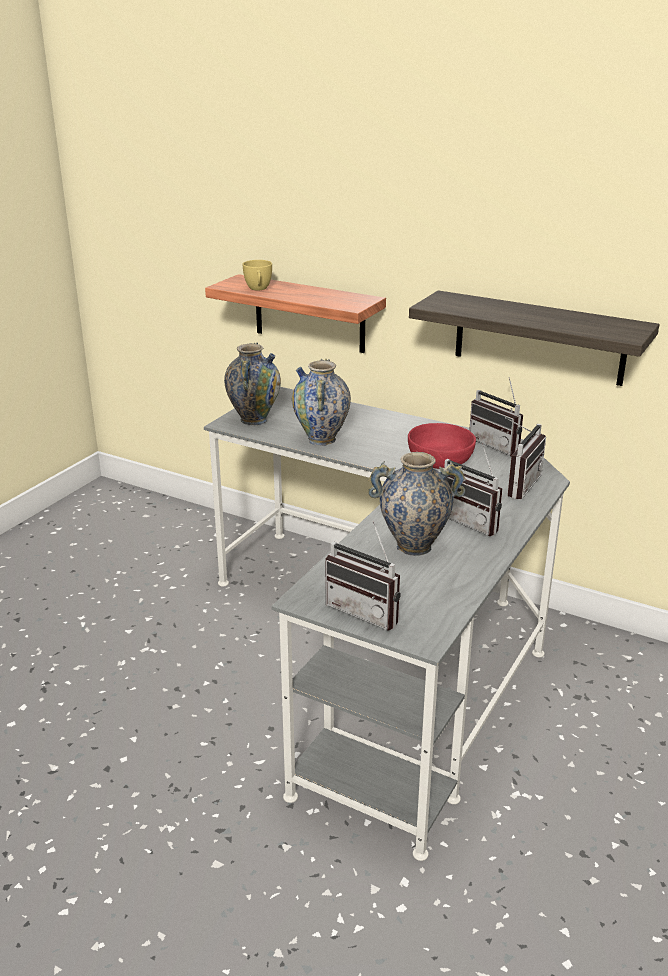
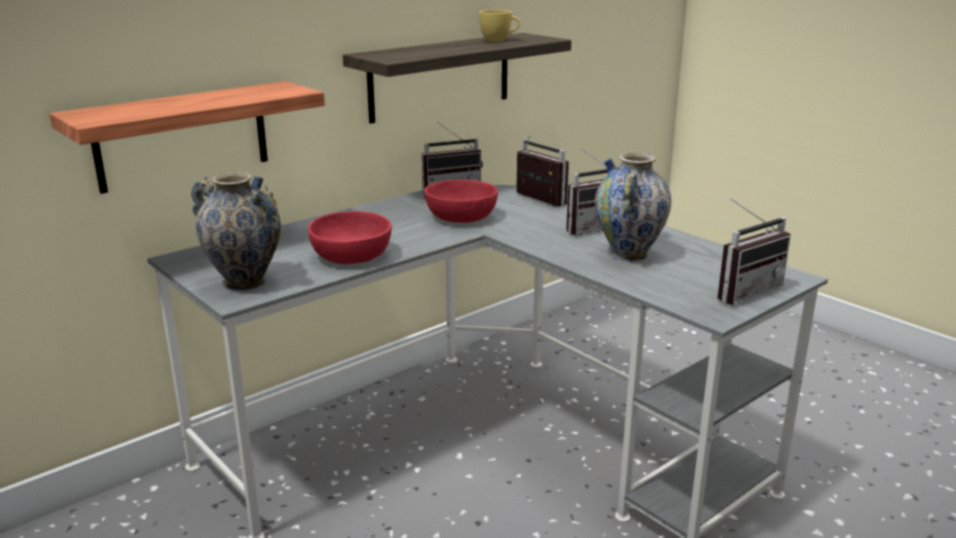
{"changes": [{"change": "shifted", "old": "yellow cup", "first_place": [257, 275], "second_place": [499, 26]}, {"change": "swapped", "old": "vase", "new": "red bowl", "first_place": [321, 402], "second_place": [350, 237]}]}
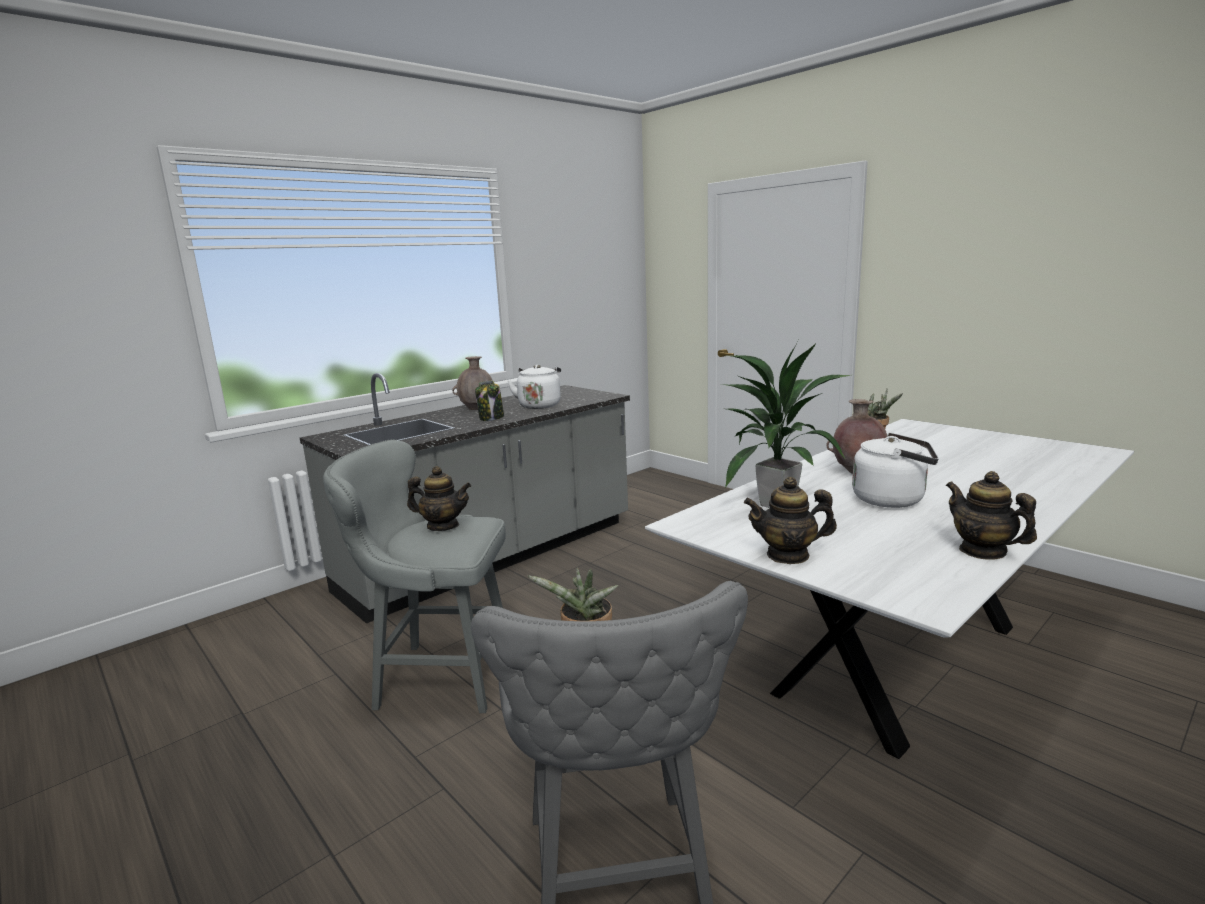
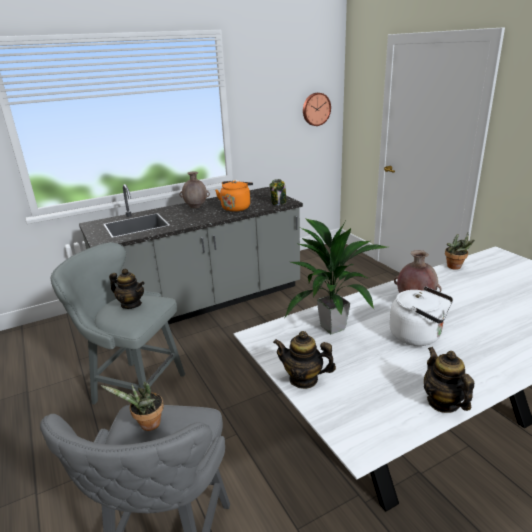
{"changes": [{"change": "repainted", "old": "white kettle", "new": "orange kettle", "first_place": [534, 387], "second_place": [234, 196]}, {"change": "shifted", "old": "jar", "first_place": [489, 401], "second_place": [278, 192]}, {"change": "new", "new": "wall clock", "second_place": [317, 109]}]}
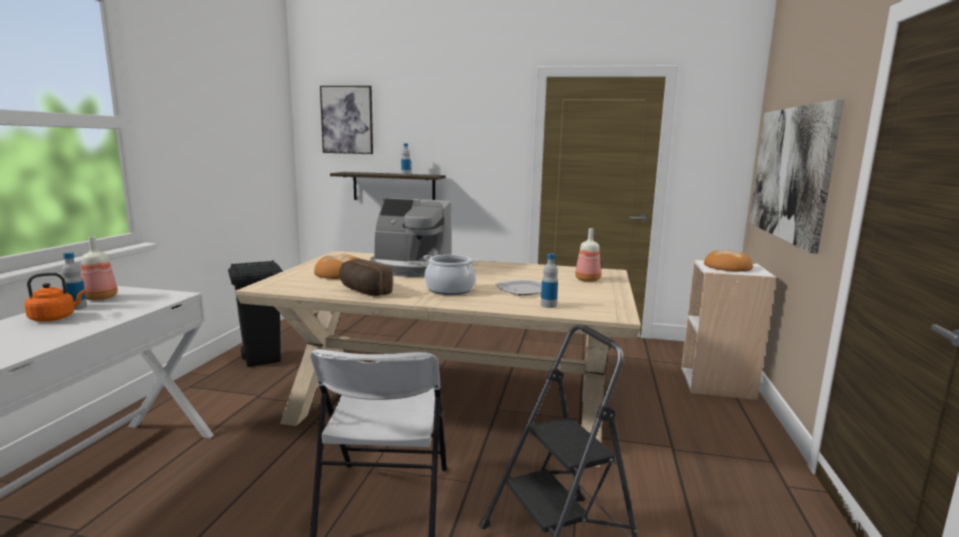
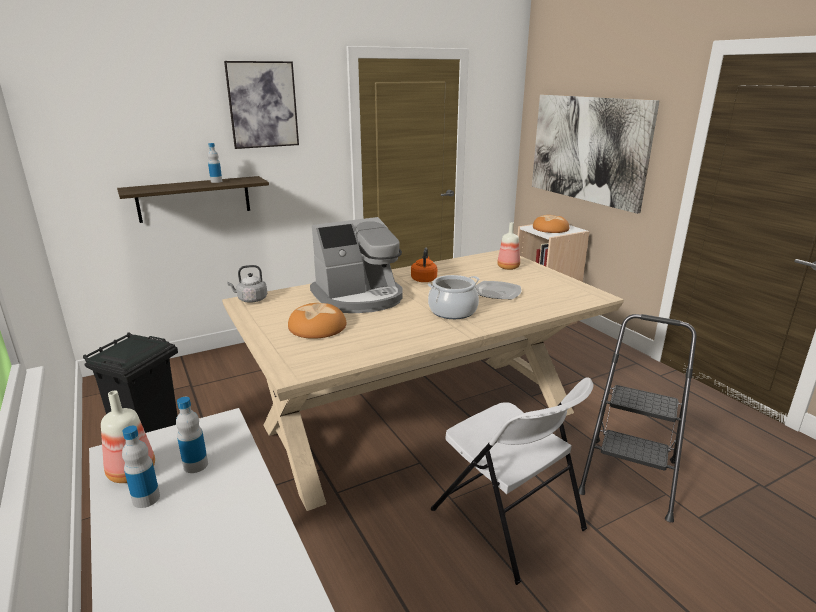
{"changes": [{"change": "shifted", "old": "picture", "first_place": [346, 120], "second_place": [261, 105]}, {"change": "shifted", "old": "bottle", "first_place": [549, 280], "second_place": [192, 435]}, {"change": "gone", "old": "bread", "first_place": [366, 277]}, {"change": "shifted", "old": "orange kettle", "first_place": [55, 297], "second_place": [424, 265]}, {"change": "new", "new": "grey kettle", "second_place": [247, 284]}]}
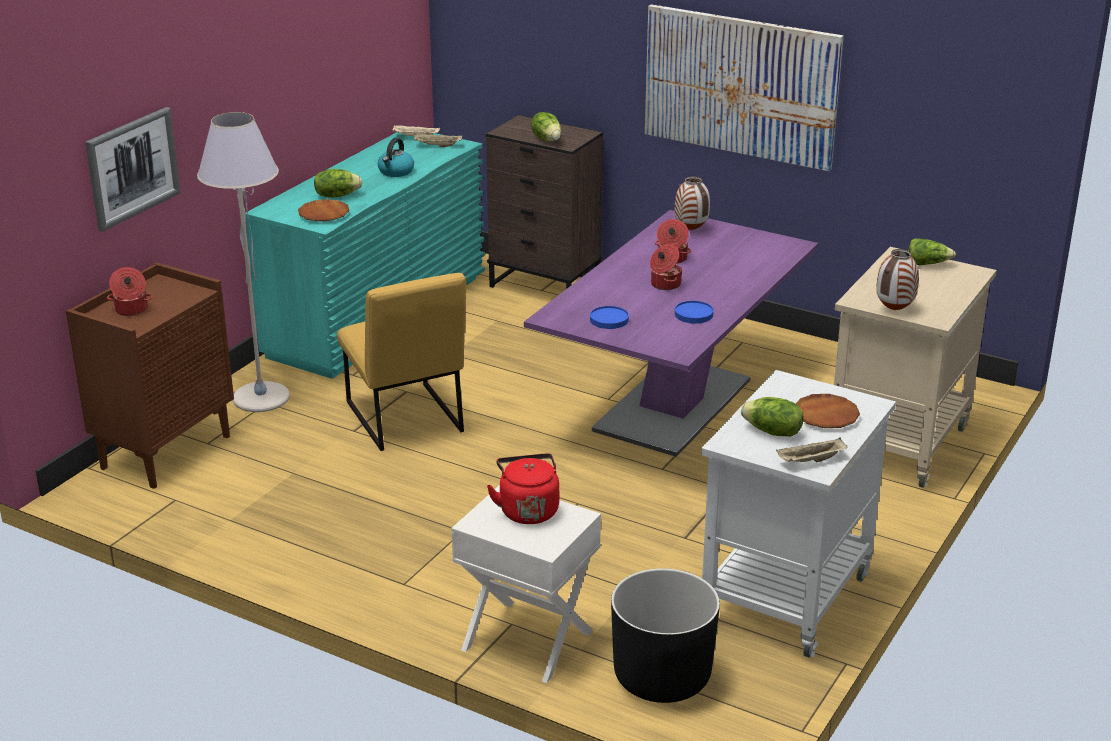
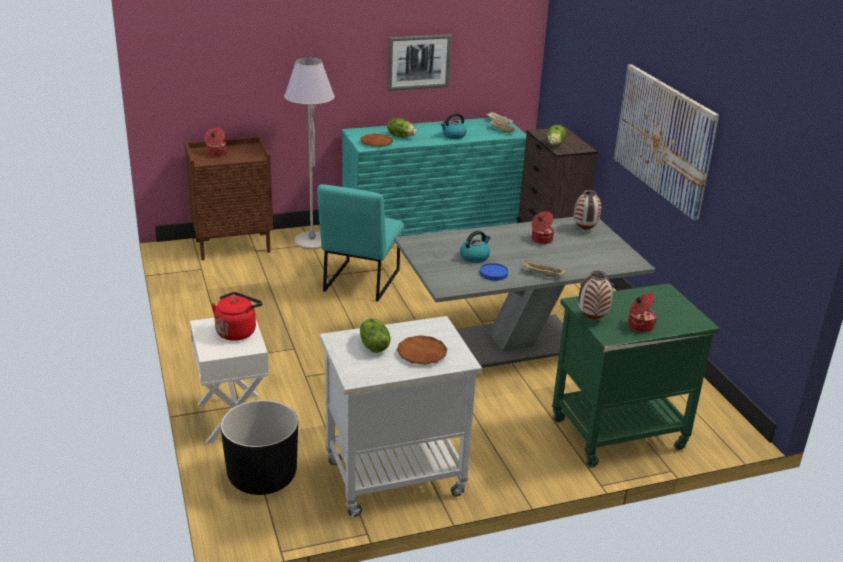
{"changes": [{"change": "shifted", "old": "picture", "first_place": [132, 169], "second_place": [419, 62]}, {"change": "repainted", "old": "purple dining table", "new": "grey dining table", "first_place": [671, 333], "second_place": [524, 292]}, {"change": "gone", "old": "lettuce", "first_place": [932, 251]}, {"change": "shifted", "old": "cooking pot", "first_place": [666, 267], "second_place": [642, 313]}, {"change": "repainted", "old": "beige cart", "new": "green cart", "first_place": [915, 367], "second_place": [636, 375]}, {"change": "repainted", "old": "yellow chair", "new": "turquoise chair", "first_place": [401, 362], "second_place": [360, 243]}, {"change": "gone", "old": "blue plate", "first_place": [609, 317]}, {"change": "shifted", "old": "beige tray", "first_place": [811, 450], "second_place": [545, 268]}, {"change": "new", "new": "kettle", "second_place": [475, 246]}]}
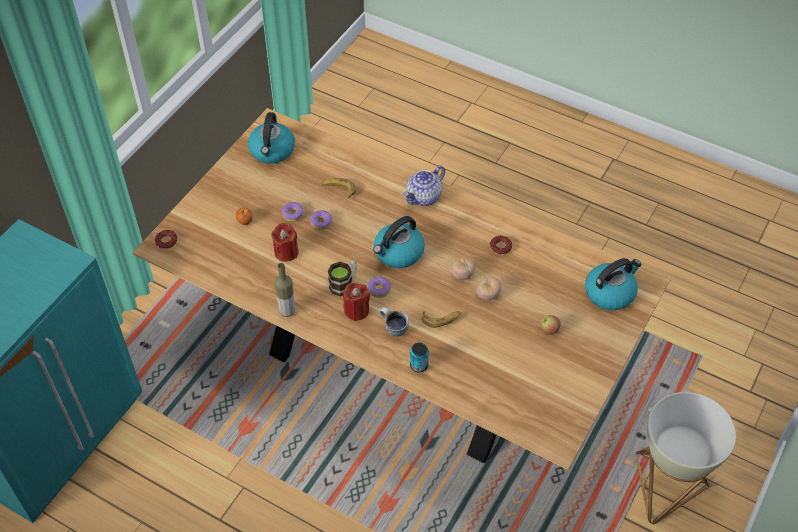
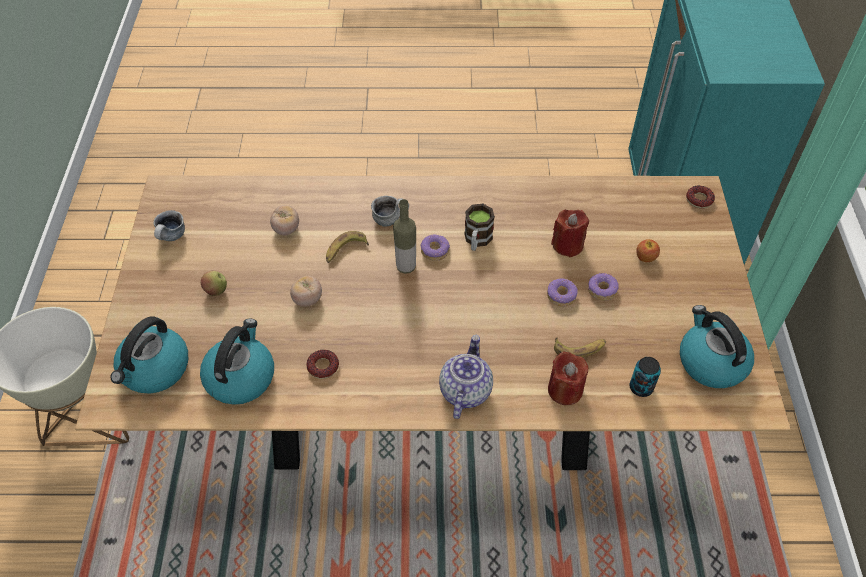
{"changes": [{"change": "shifted", "old": "kettle", "first_place": [399, 242], "second_place": [237, 362]}, {"change": "shifted", "old": "tomato", "first_place": [463, 268], "second_place": [284, 220]}, {"change": "shifted", "old": "bottle", "first_place": [285, 290], "second_place": [404, 236]}, {"change": "shifted", "old": "red candle", "first_place": [356, 302], "second_place": [568, 378]}, {"change": "shifted", "old": "can", "first_place": [419, 357], "second_place": [645, 377]}, {"change": "new", "new": "mug", "second_place": [169, 225]}]}
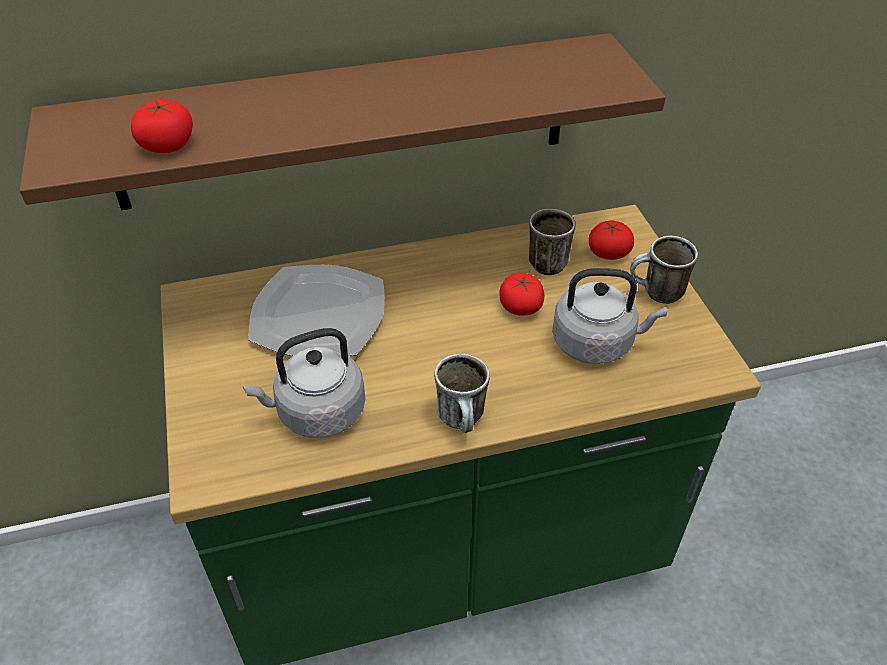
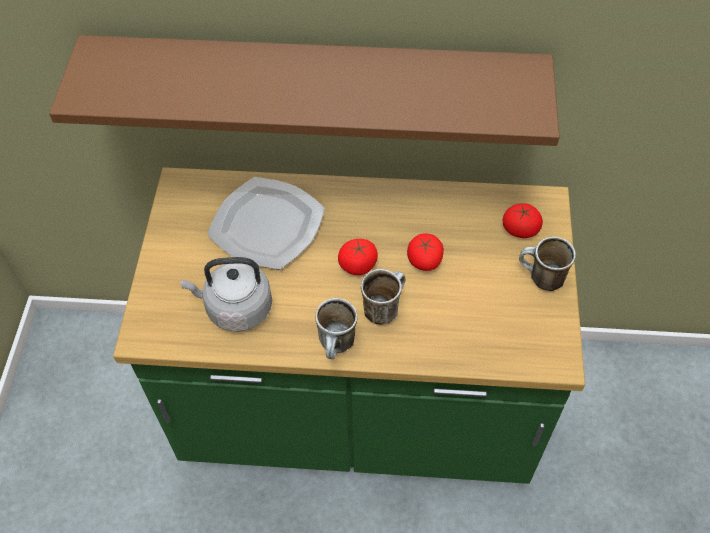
{"changes": [{"change": "shifted", "old": "tomato", "first_place": [162, 126], "second_place": [358, 257]}, {"change": "shifted", "old": "mug", "first_place": [552, 242], "second_place": [383, 297]}, {"change": "gone", "old": "grey kettle", "first_place": [609, 316]}]}
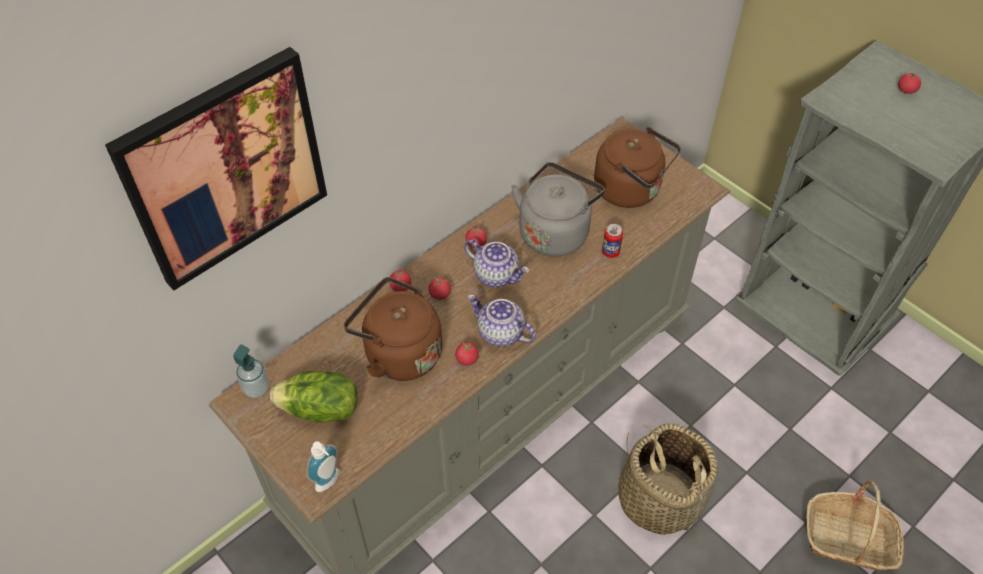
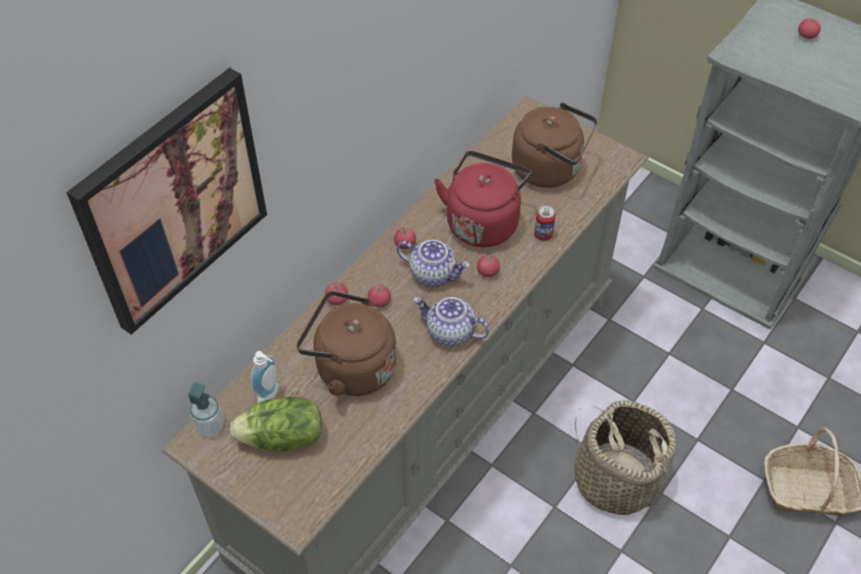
{"changes": [{"change": "repainted", "old": "grey kettle", "new": "red kettle", "first_place": [558, 209], "second_place": [482, 199]}, {"change": "shifted", "old": "tomato", "first_place": [467, 353], "second_place": [488, 265]}, {"change": "shifted", "old": "soap dispenser", "first_place": [323, 466], "second_place": [265, 377]}]}
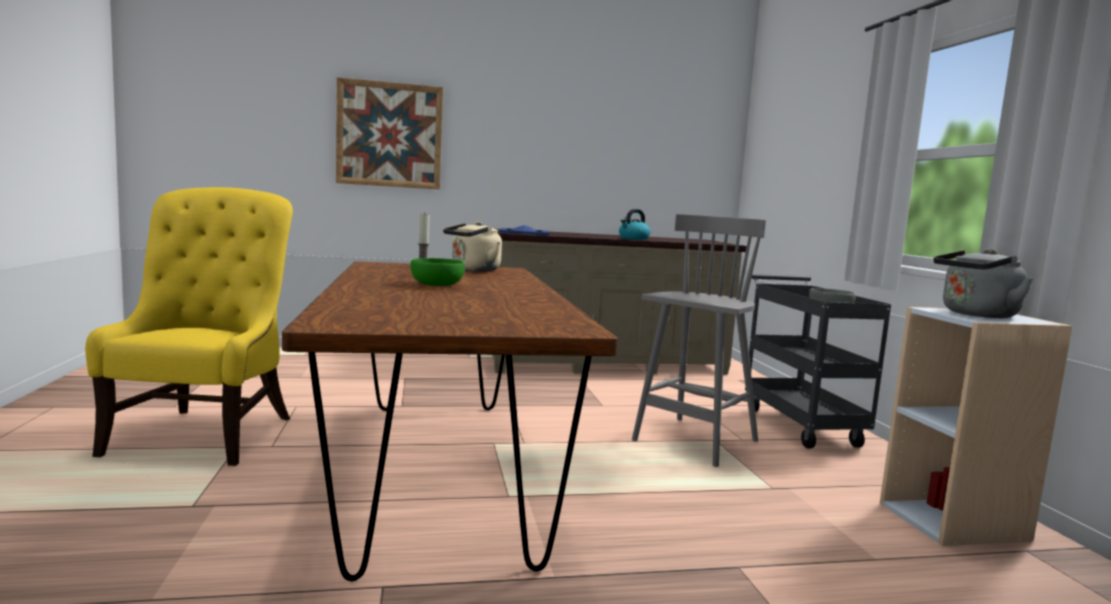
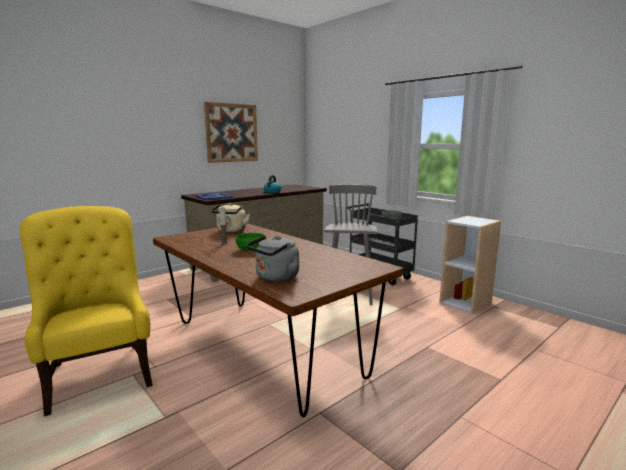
{"changes": [{"change": "shifted", "old": "picture", "first_place": [389, 133], "second_place": [231, 132]}, {"change": "shifted", "old": "grey kettle", "first_place": [983, 283], "second_place": [272, 259]}]}
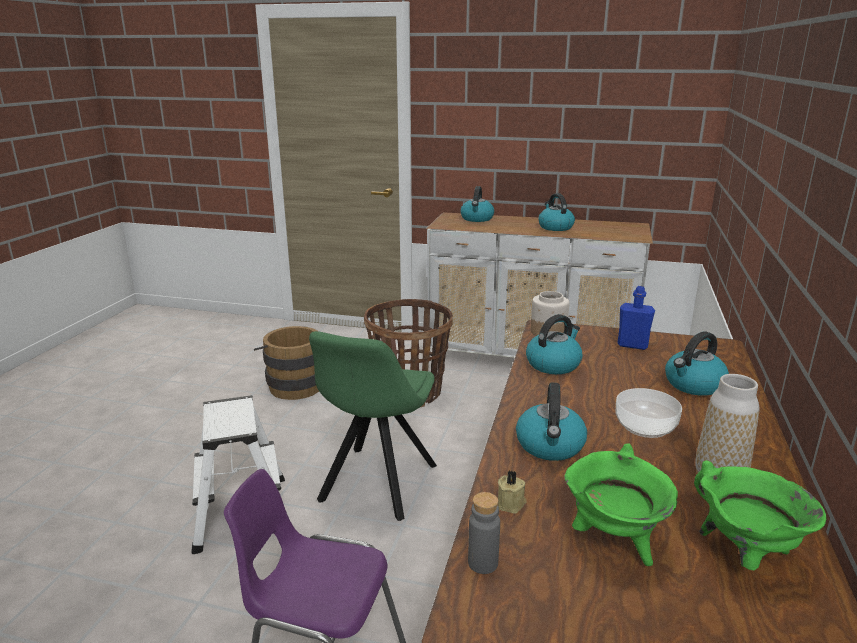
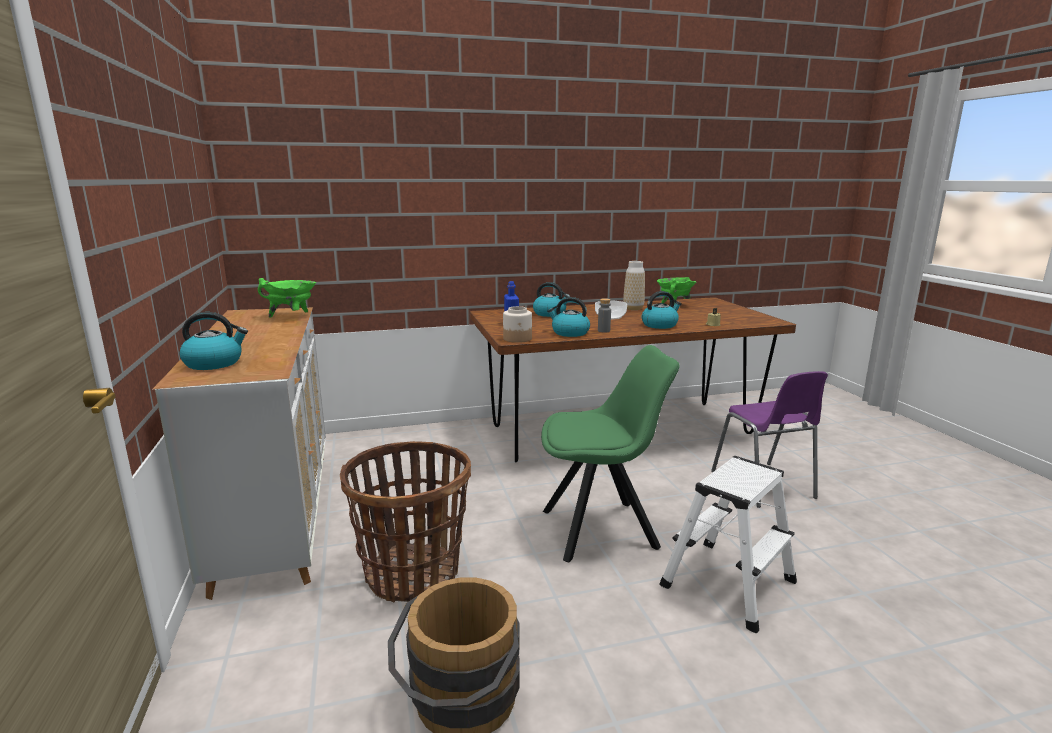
{"changes": [{"change": "gone", "old": "kettle", "first_place": [556, 212]}, {"change": "shifted", "old": "green cooking pot", "first_place": [621, 504], "second_place": [287, 297]}, {"change": "shifted", "old": "grey bottle", "first_place": [484, 533], "second_place": [604, 315]}]}
